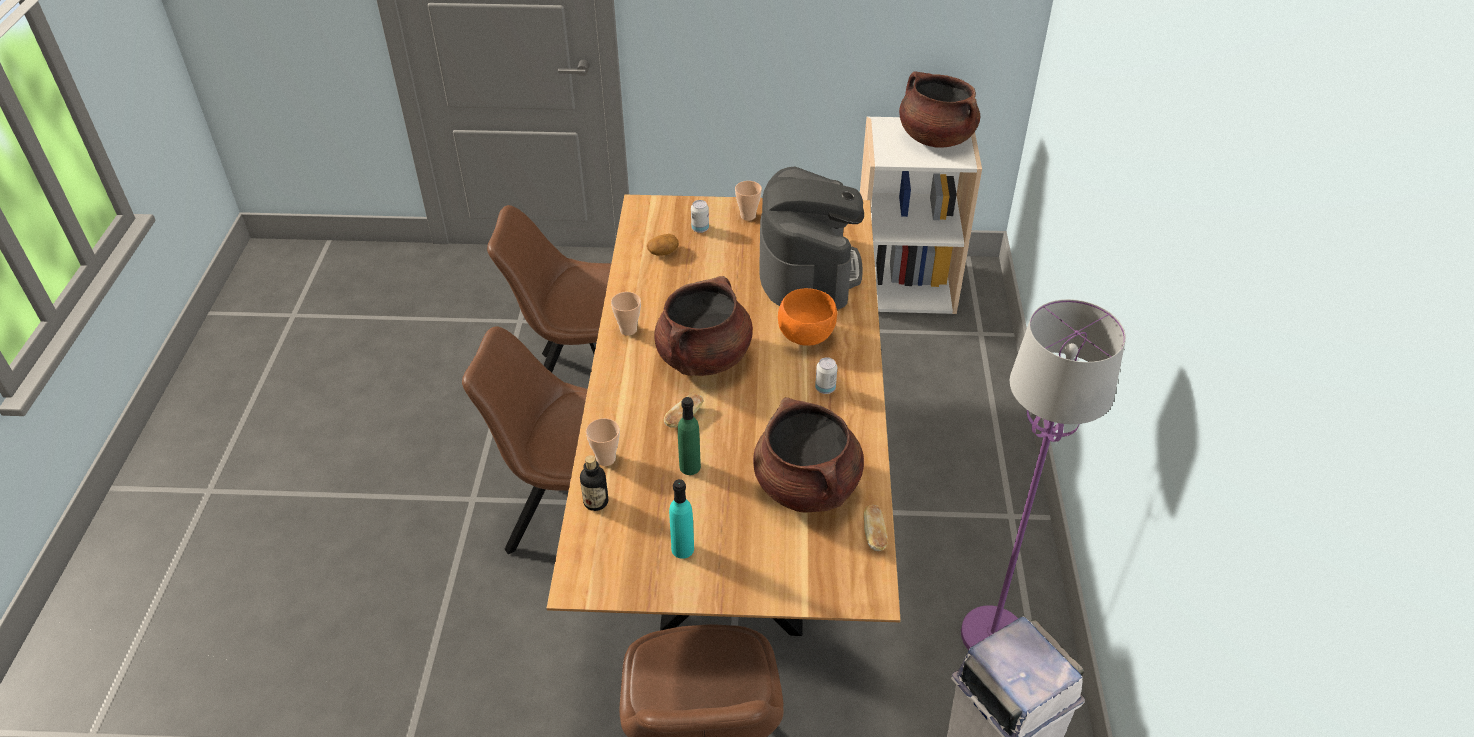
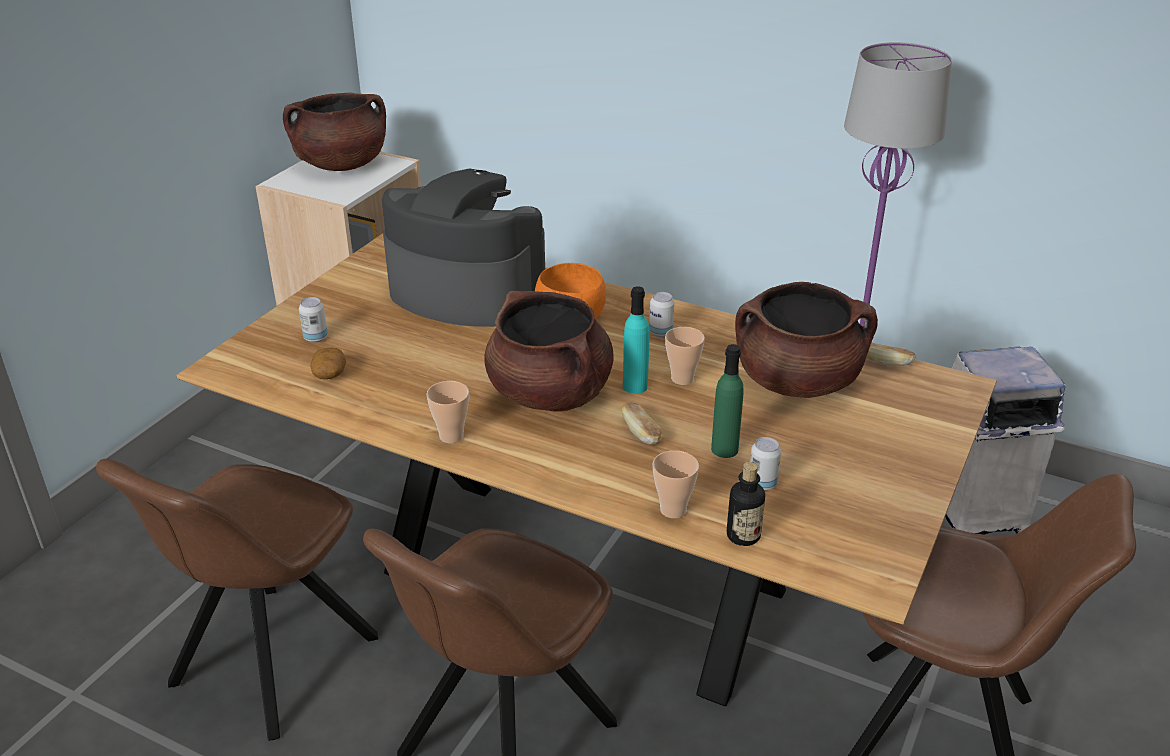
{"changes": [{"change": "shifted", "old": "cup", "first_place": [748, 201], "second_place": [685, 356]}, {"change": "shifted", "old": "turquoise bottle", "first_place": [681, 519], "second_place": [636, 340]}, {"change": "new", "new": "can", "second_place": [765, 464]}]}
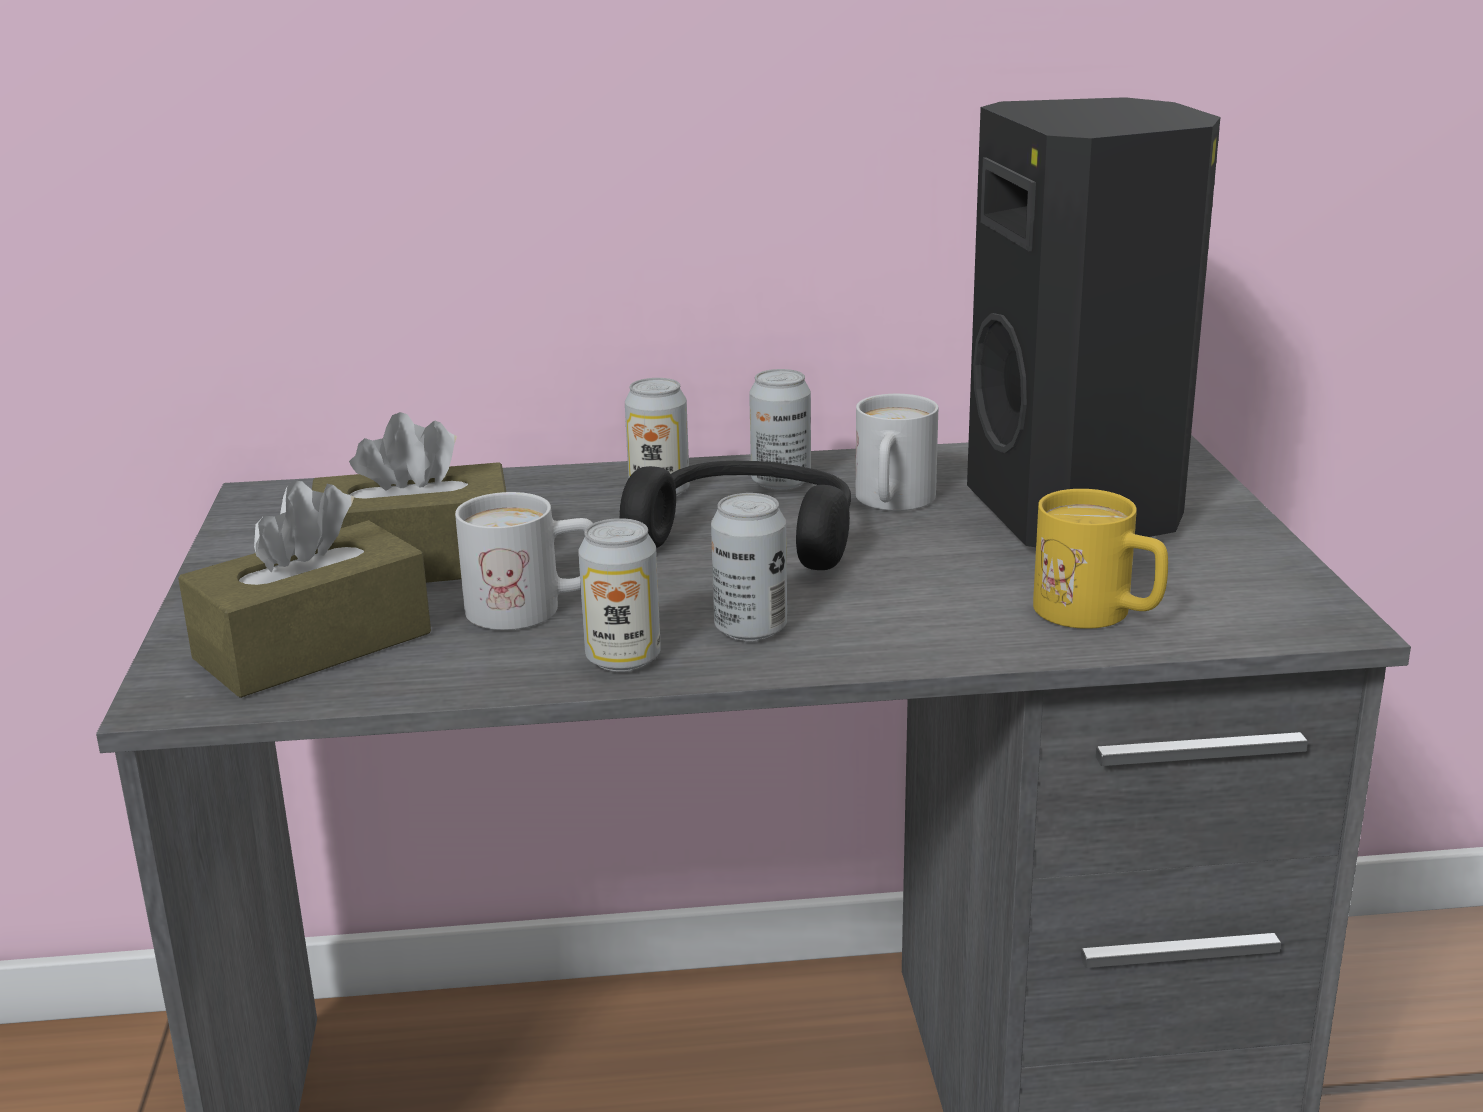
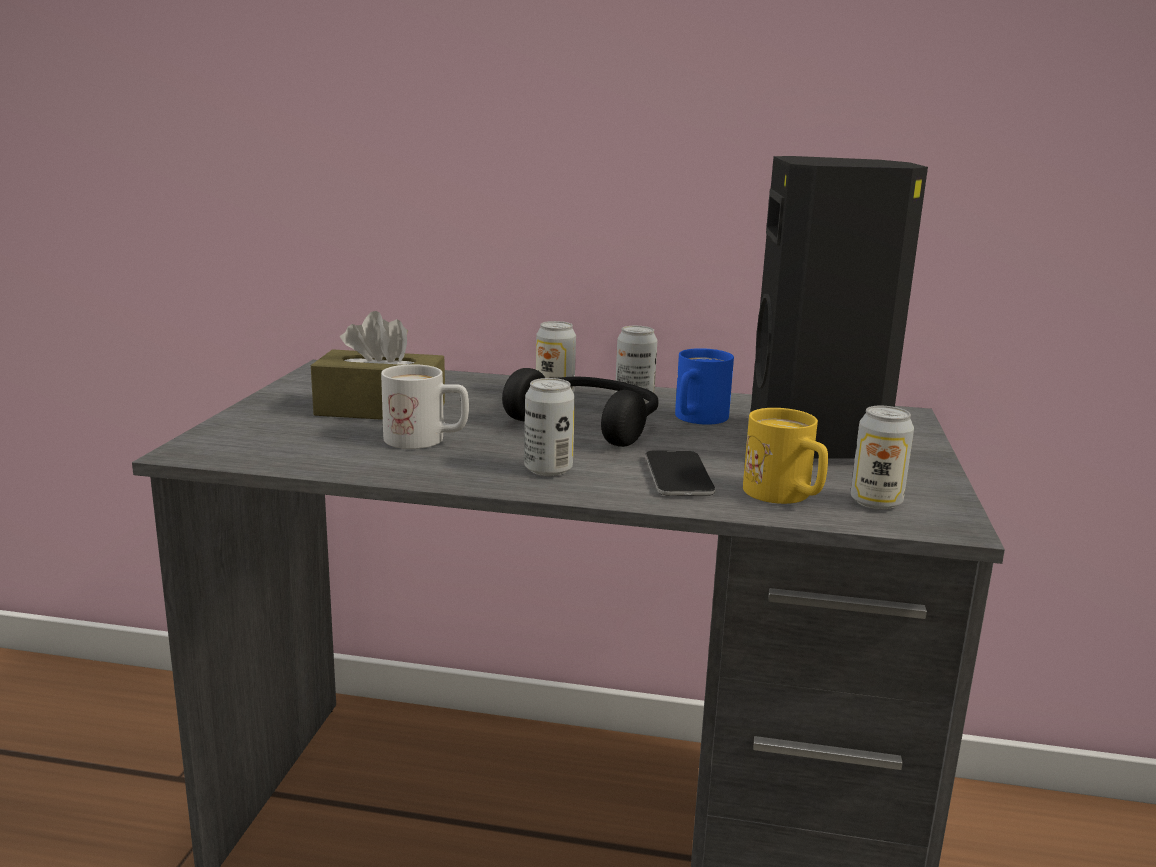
{"changes": [{"change": "repainted", "old": "white mug", "new": "blue mug", "first_place": [897, 452], "second_place": [704, 386]}, {"change": "gone", "old": "brown tissue box", "first_place": [304, 589]}, {"change": "shifted", "old": "can", "first_place": [619, 595], "second_place": [882, 458]}, {"change": "new", "new": "phone", "second_place": [680, 473]}]}
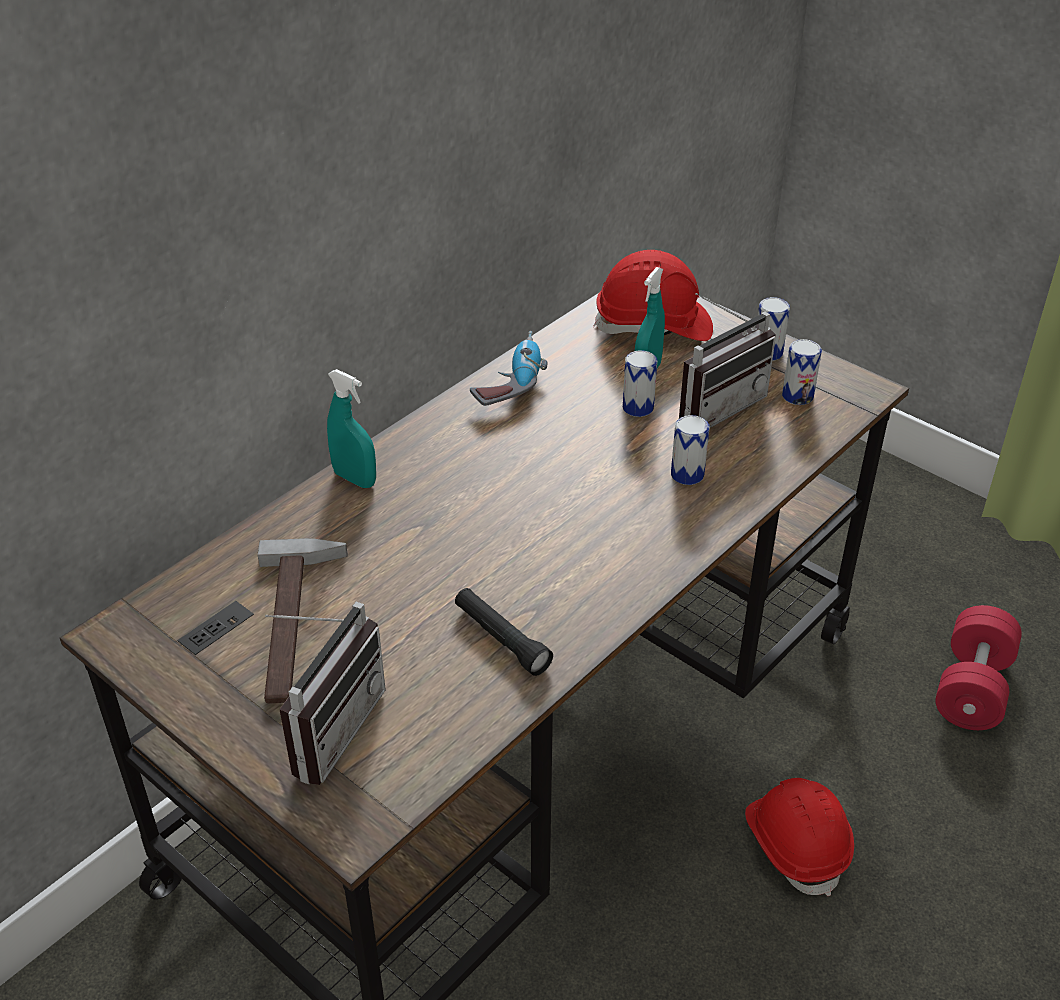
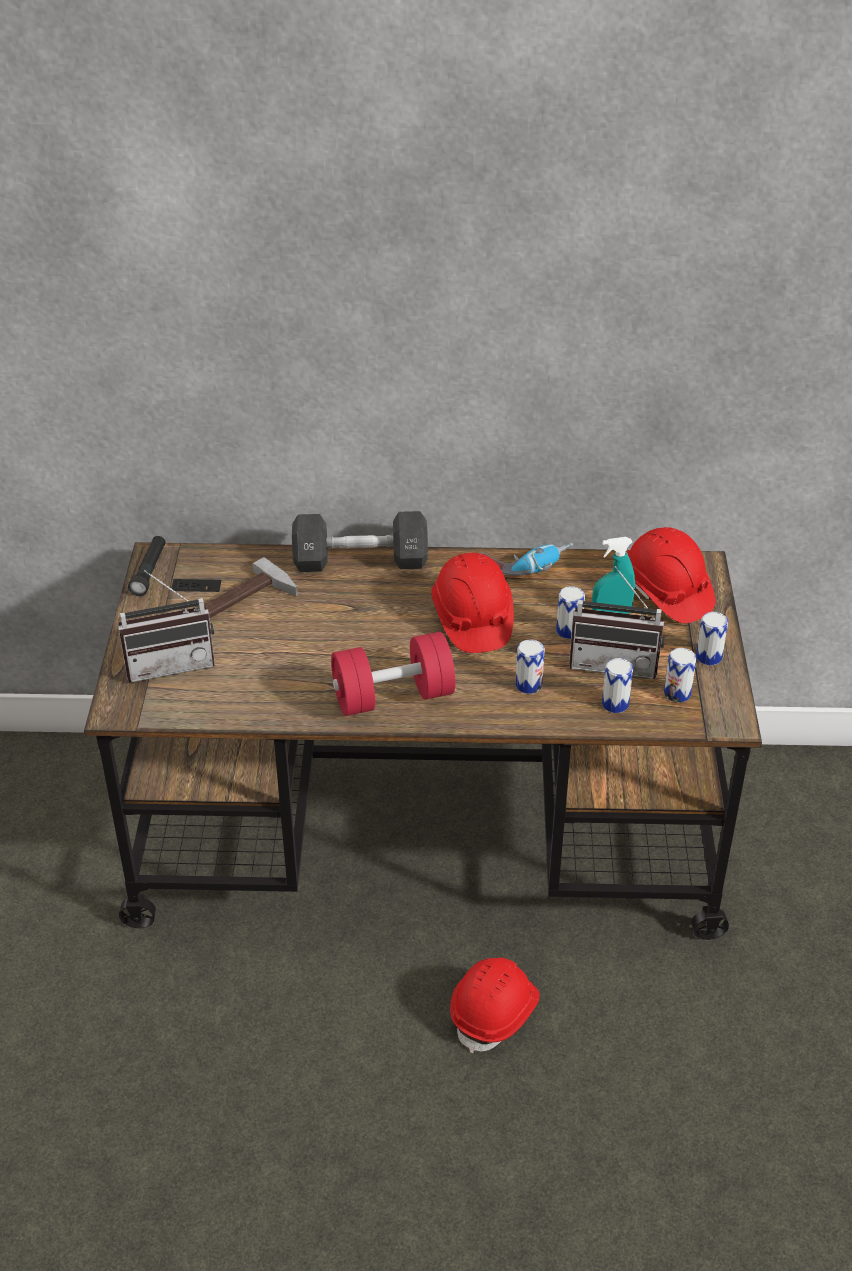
{"changes": [{"change": "swapped", "old": "turquoise spray bottle", "new": "black dumbbell", "first_place": [351, 428], "second_place": [360, 541]}, {"change": "shifted", "old": "black flashlight", "first_place": [504, 632], "second_place": [147, 566]}, {"change": "shifted", "old": "red dumbbell", "first_place": [978, 667], "second_place": [393, 674]}, {"change": "new", "new": "red hard hat", "second_place": [472, 603]}, {"change": "new", "new": "can", "second_place": [617, 685]}]}
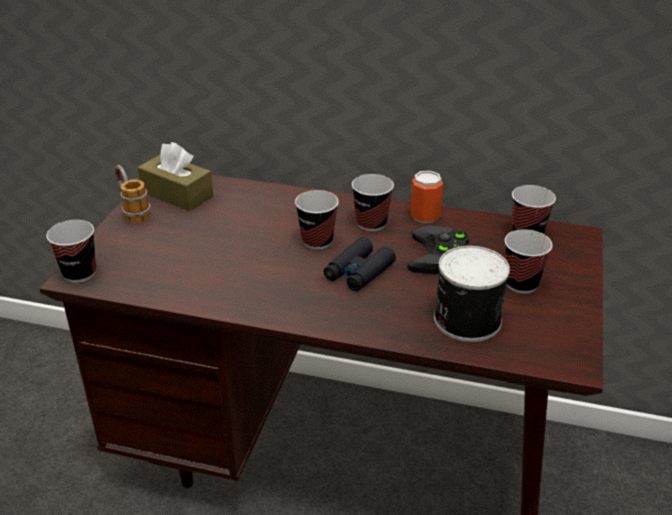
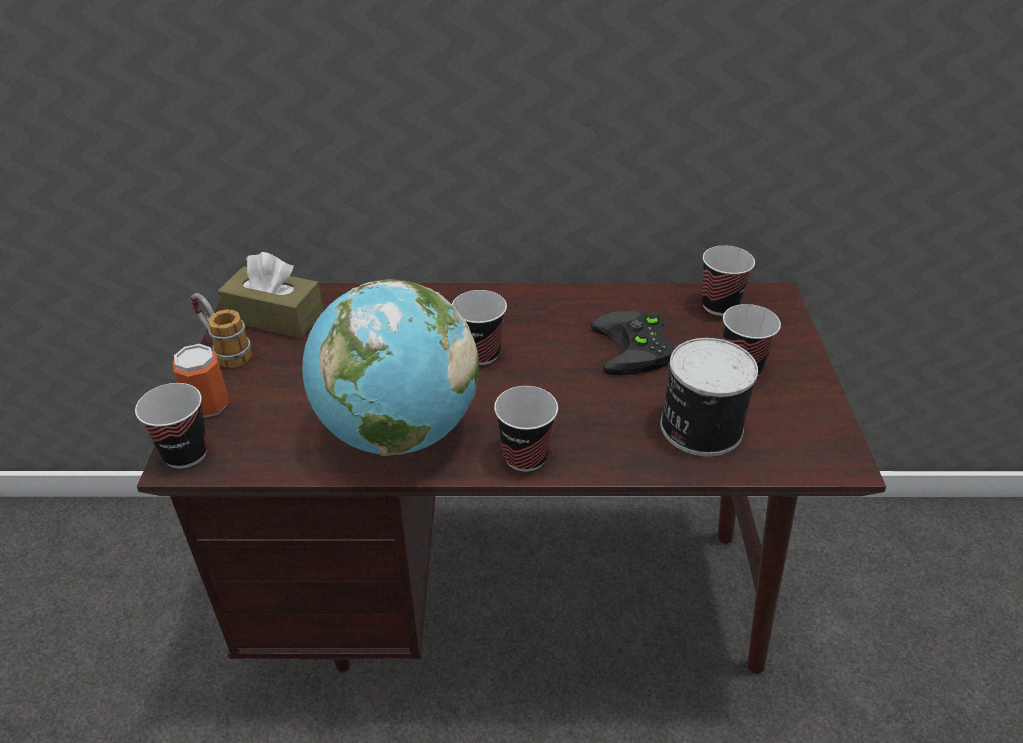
{"changes": [{"change": "shifted", "old": "can", "first_place": [426, 197], "second_place": [201, 381]}, {"change": "shifted", "old": "cup", "first_place": [373, 202], "second_place": [526, 429]}, {"change": "gone", "old": "black binoculars", "first_place": [359, 264]}, {"change": "new", "new": "globe", "second_place": [390, 368]}]}
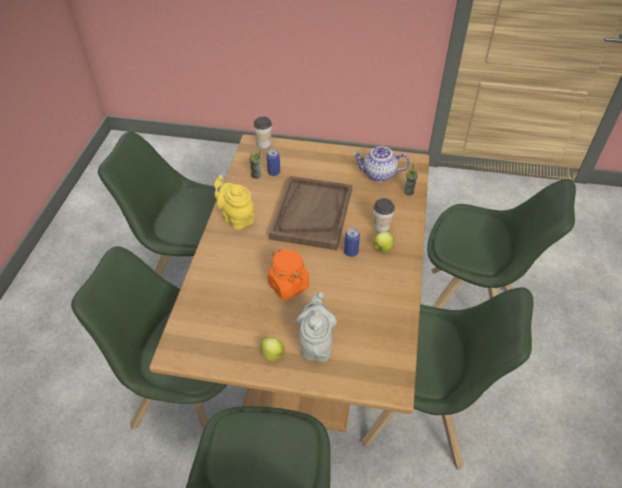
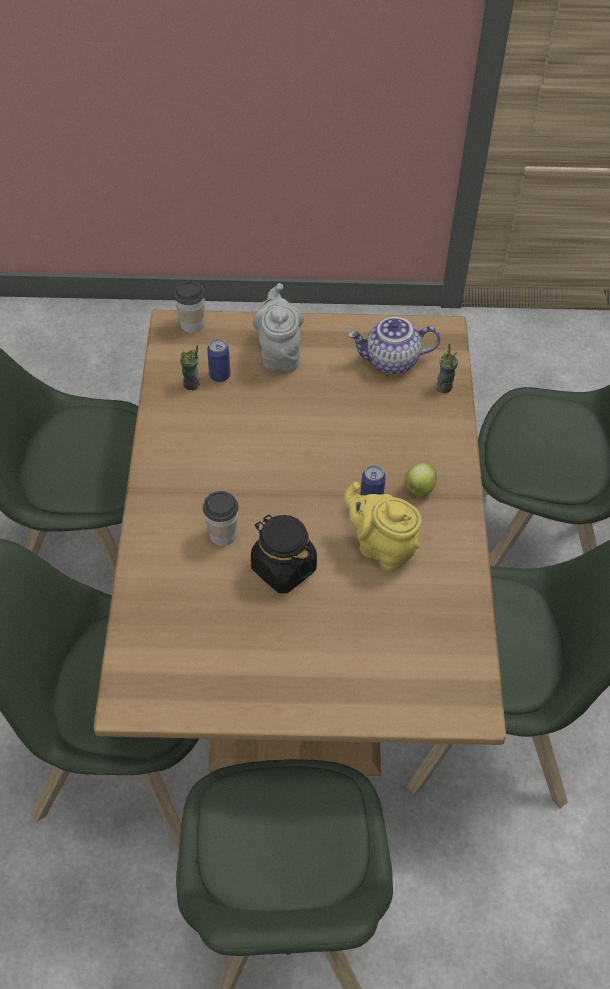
{"changes": [{"change": "shifted", "old": "yellow teapot", "first_place": [234, 202], "second_place": [383, 526]}, {"change": "gone", "old": "brown tray", "first_place": [310, 213]}, {"change": "shifted", "old": "cup", "first_place": [384, 215], "second_place": [221, 518]}, {"change": "repainted", "old": "orange jar", "new": "black jar", "first_place": [288, 274], "second_place": [284, 554]}, {"change": "shifted", "old": "grey teapot", "first_place": [316, 327], "second_place": [278, 327]}, {"change": "gone", "old": "apple", "first_place": [272, 349]}]}
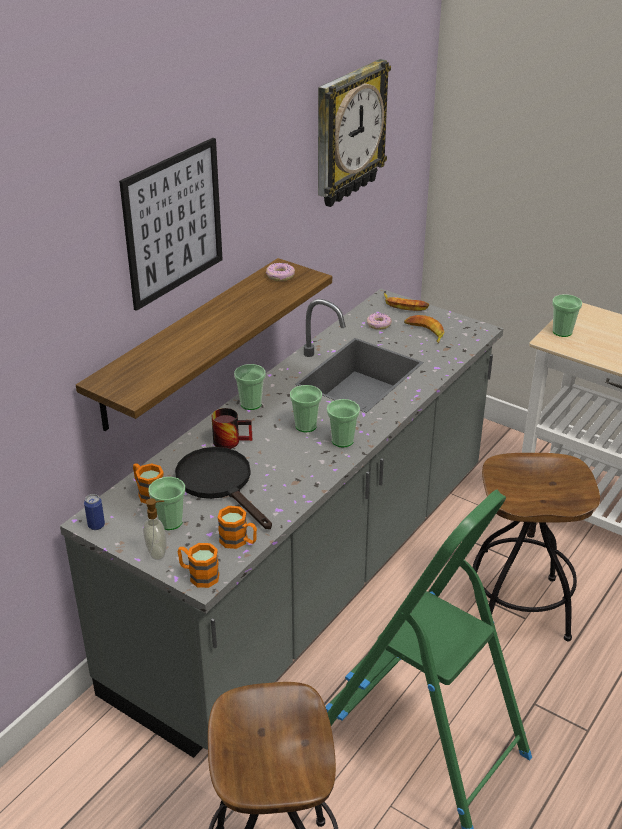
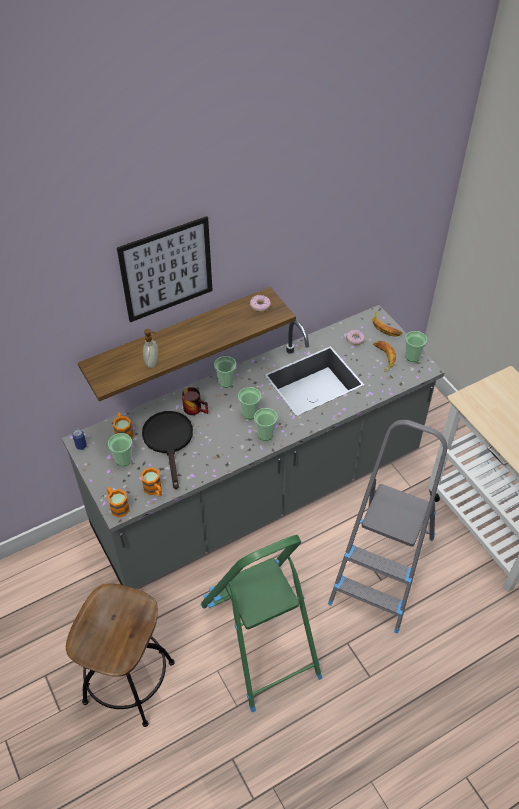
{"changes": [{"change": "gone", "old": "wall clock", "first_place": [354, 133]}, {"change": "shifted", "old": "cup", "first_place": [567, 315], "second_place": [416, 346]}, {"change": "swapped", "old": "brown stool", "new": "grey step ladder", "first_place": [534, 547], "second_place": [387, 527]}, {"change": "shifted", "old": "soap dispenser", "first_place": [155, 529], "second_place": [150, 348]}]}
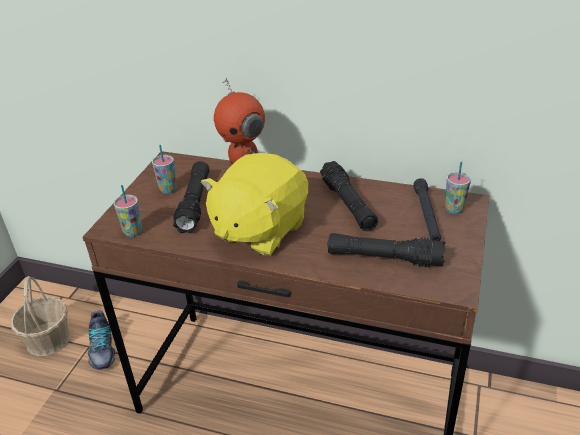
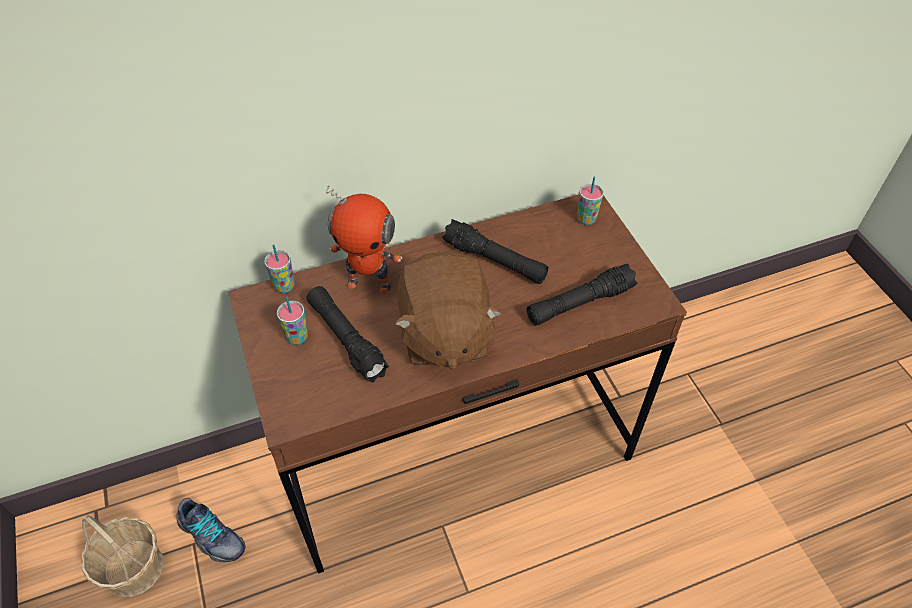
{"changes": [{"change": "repainted", "old": "yellow plush toy", "new": "brown plush toy", "first_place": [254, 204], "second_place": [448, 311]}, {"change": "gone", "old": "black flashlight", "first_place": [427, 209]}, {"change": "shifted", "old": "cup", "first_place": [128, 211], "second_place": [279, 269]}]}
